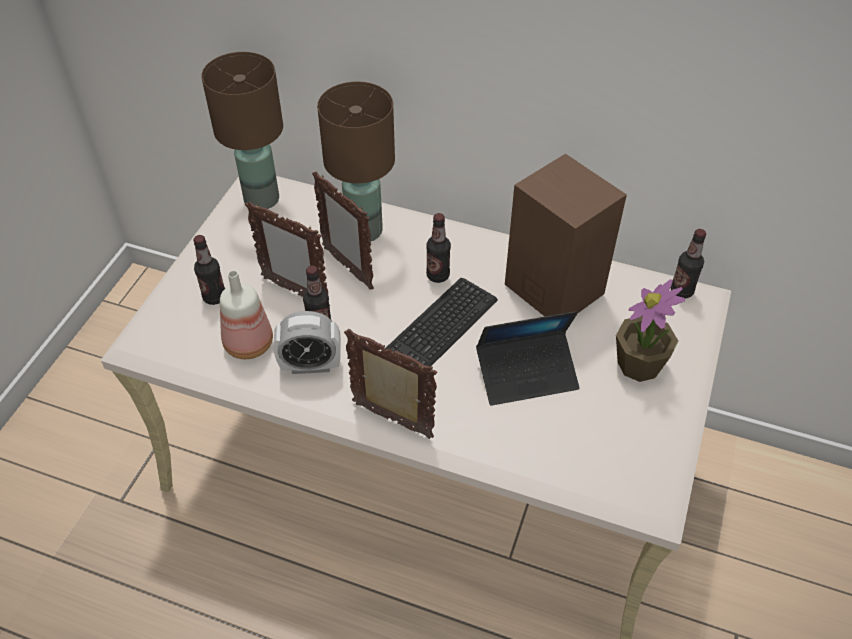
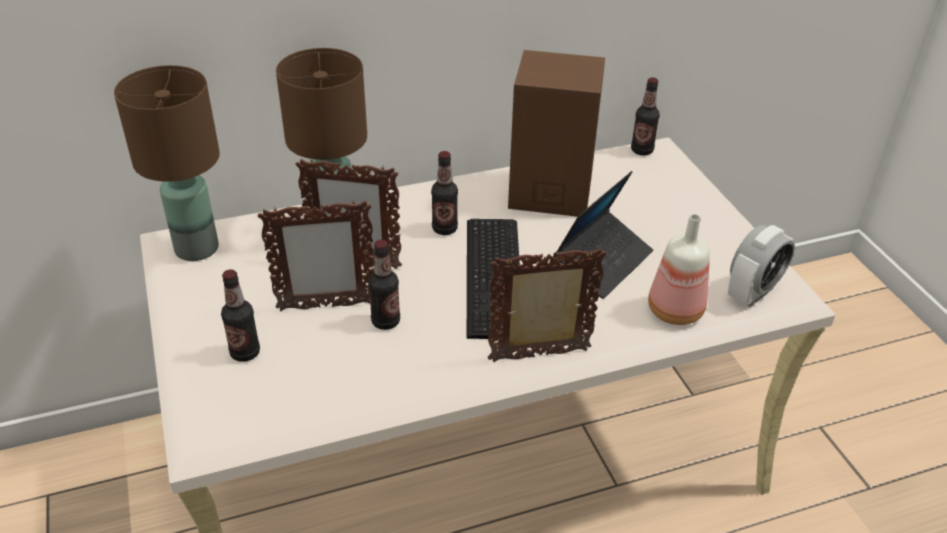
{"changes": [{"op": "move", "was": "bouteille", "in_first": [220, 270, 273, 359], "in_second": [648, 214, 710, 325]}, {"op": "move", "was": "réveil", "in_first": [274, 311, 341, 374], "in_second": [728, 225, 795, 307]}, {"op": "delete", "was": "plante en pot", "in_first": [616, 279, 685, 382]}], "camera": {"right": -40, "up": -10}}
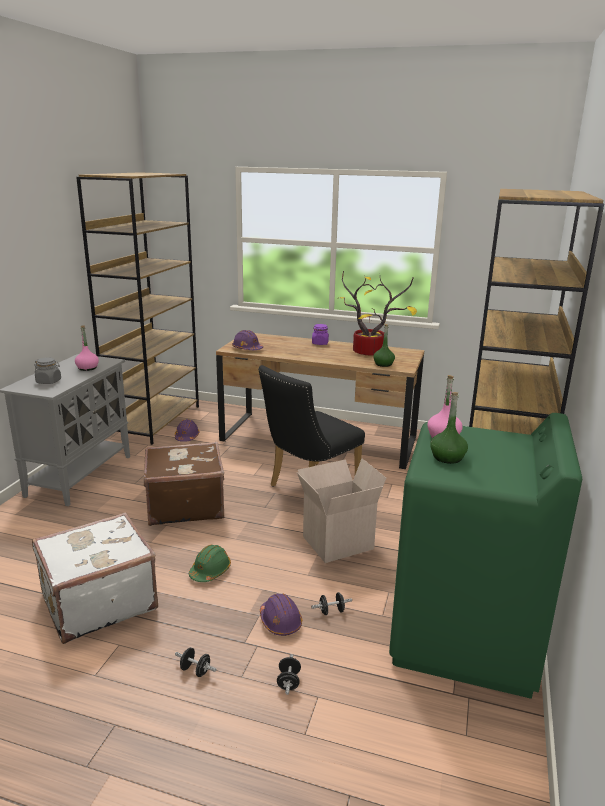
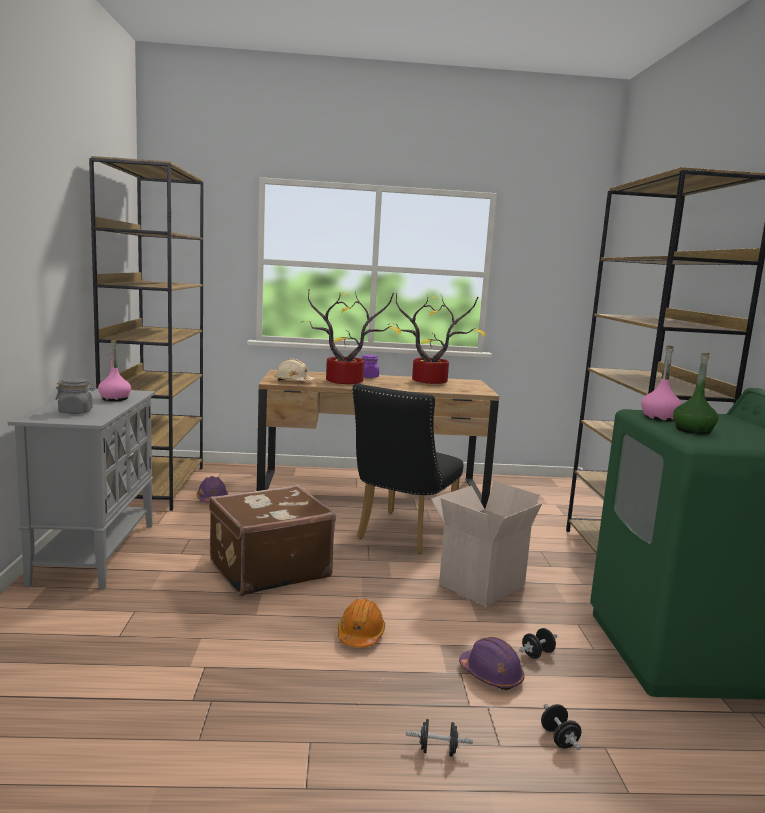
{"changes": [{"op": "recolor", "was": "casque de chantier/violet", "now": "casque de chantier/beige", "in_first": [232, 330, 263, 350], "in_second": [275, 359, 315, 381]}, {"op": "insert", "now": "plante en pot", "in_second": [300, 291, 401, 384]}, {"op": "recolor", "was": "casque de chantier/vert", "now": "casque de chantier/orange", "in_first": [189, 545, 231, 582], "in_second": [338, 599, 385, 648]}, {"op": "delete", "was": "valise/blanc", "in_first": [32, 512, 158, 644]}, {"op": "delete", "was": "bouteille/vert", "in_first": [374, 324, 395, 367]}], "camera": {"right": -20, "up": -10}}
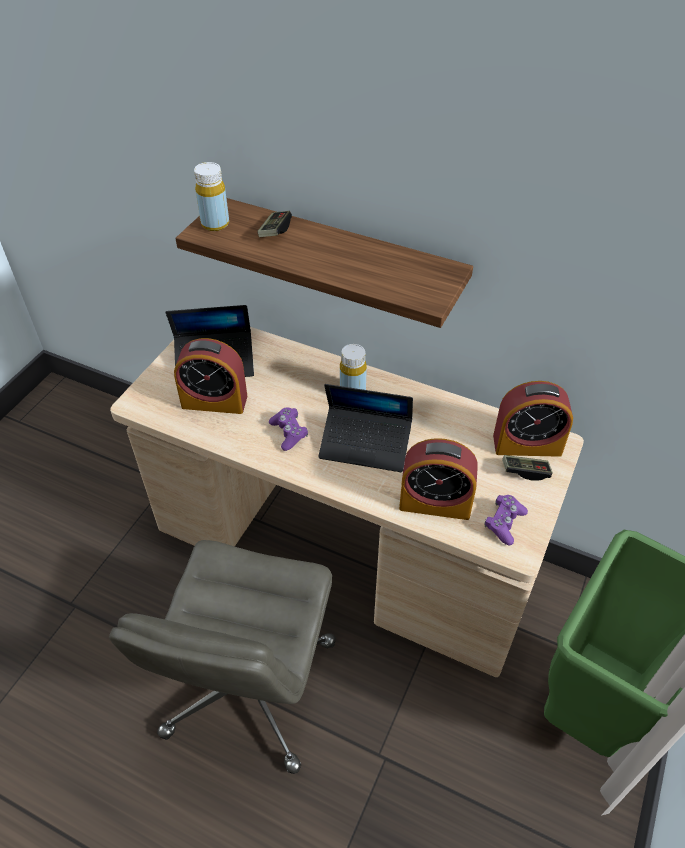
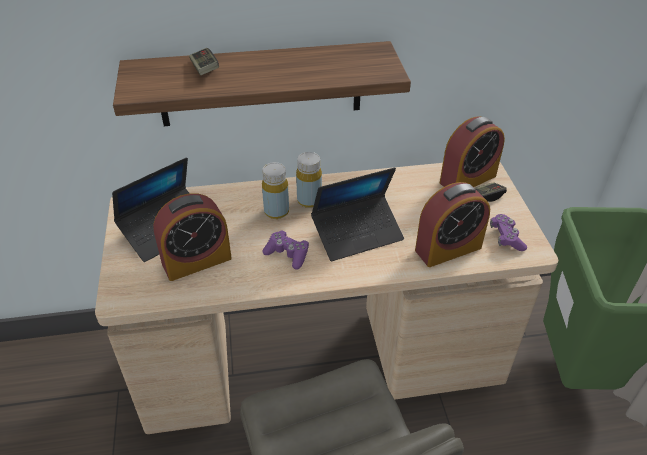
{"changes": [{"op": "move", "was": "bouteille/jaune", "in_first": [194, 162, 229, 231], "in_second": [262, 162, 289, 219]}], "camera": {"right": -35, "up": -5}}
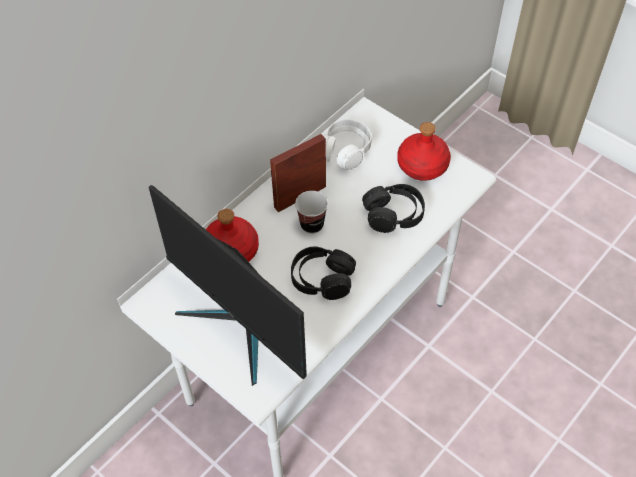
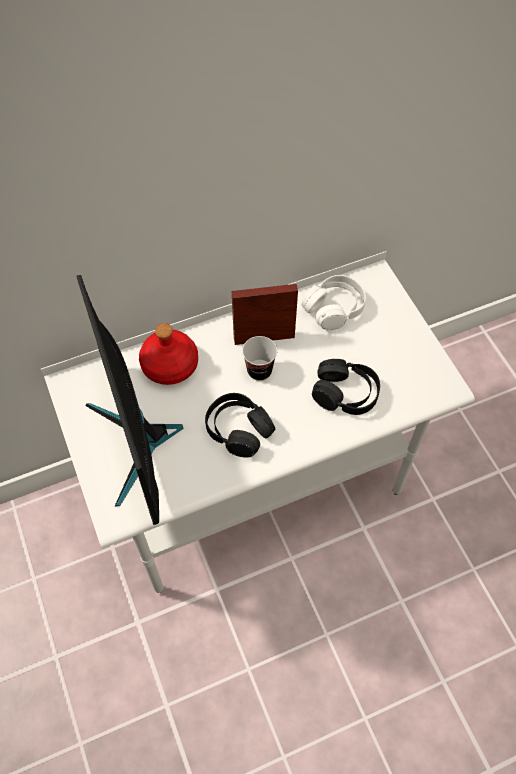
{"changes": [{"op": "delete", "was": "bouteille/rouge", "in_first": [397, 122, 451, 181]}], "camera": {"right": 25, "up": 5}}
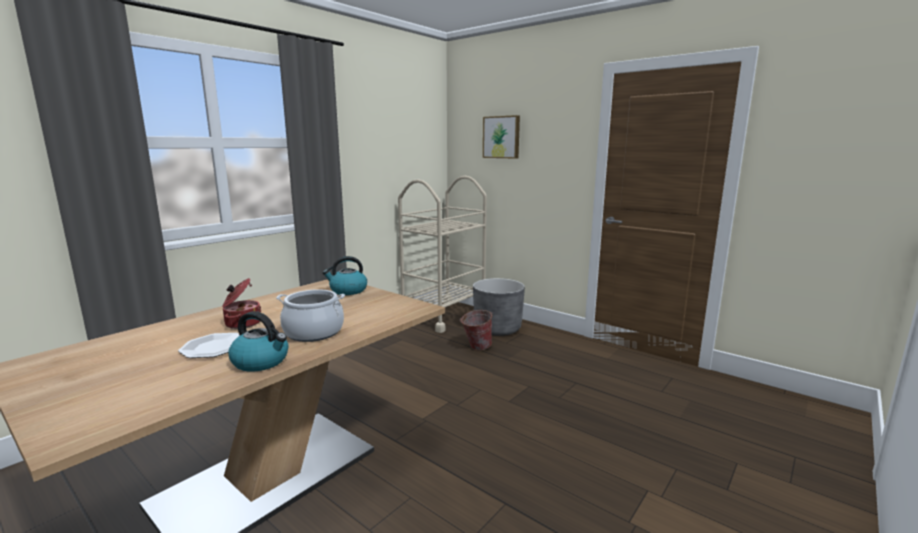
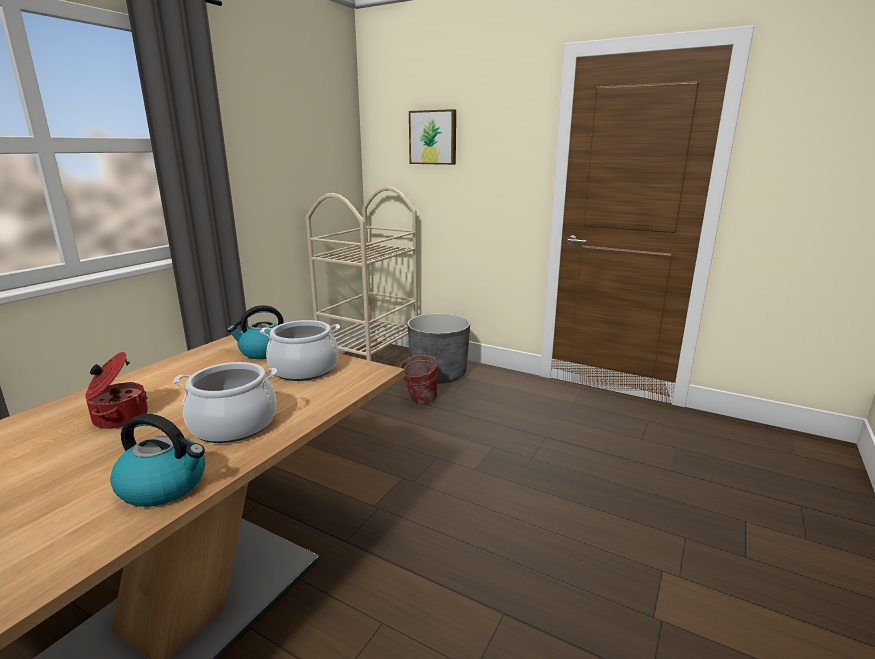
{"changes": [{"op": "insert", "now": "marmite", "in_second": [260, 320, 340, 381]}, {"op": "delete", "was": "assiette", "in_first": [178, 333, 240, 358]}], "camera": {"right": -10, "up": 5}}
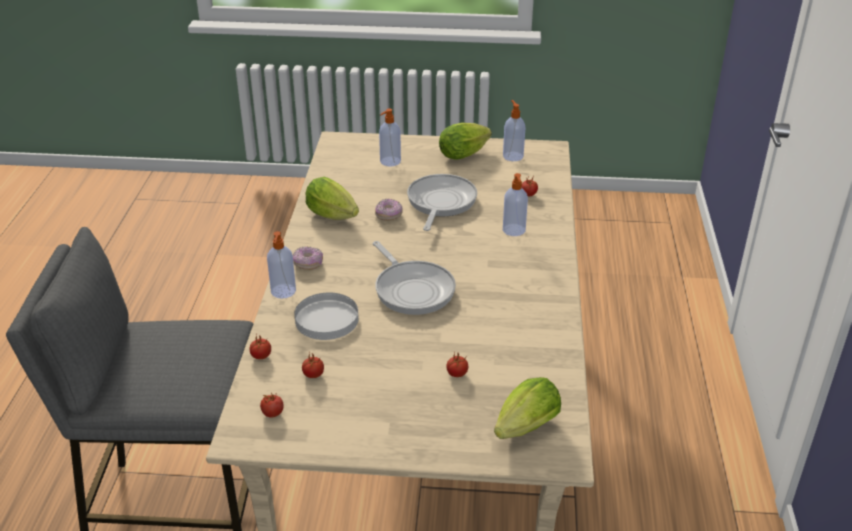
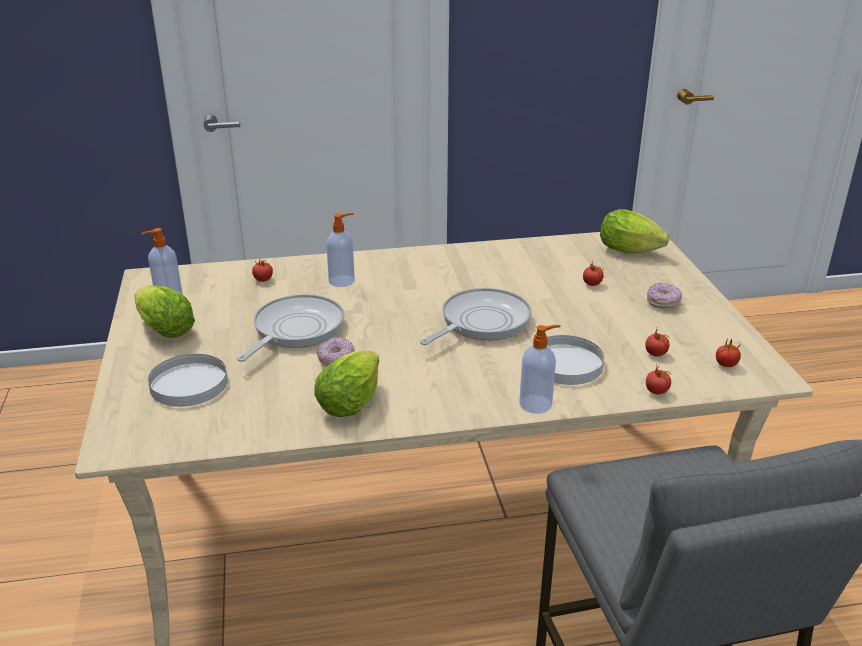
{"changes": [{"op": "replace", "was": "distributeur de savon", "now": "assiette/blanc", "in_first": [379, 108, 401, 166], "in_second": [148, 354, 228, 407]}, {"op": "rotate", "was": "poêle", "in_first": [407, 174, 477, 231], "in_second": [237, 294, 345, 362], "clockwise": 120}, {"op": "move", "was": "beignet", "in_first": [293, 246, 323, 270], "in_second": [647, 283, 682, 308]}], "camera": {"right": -105, "up": -5}}
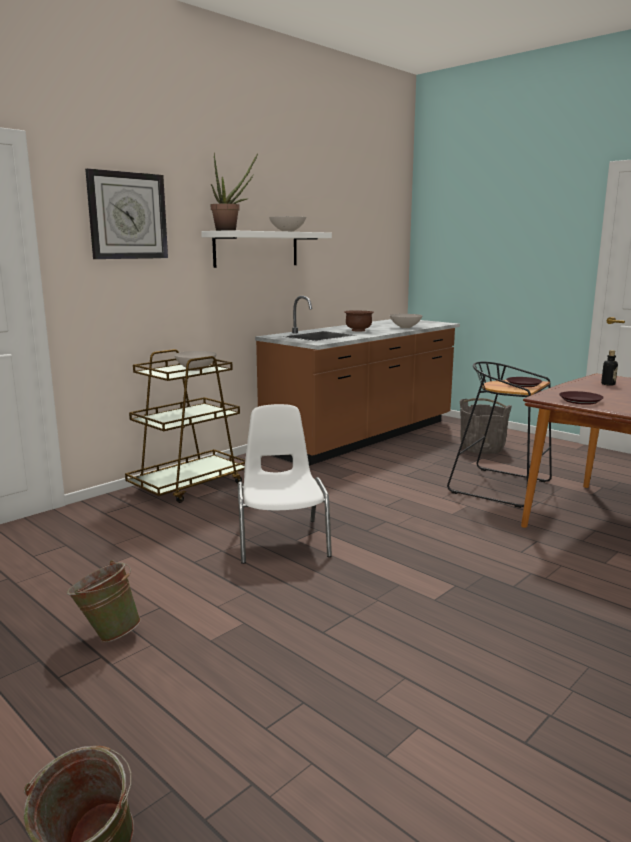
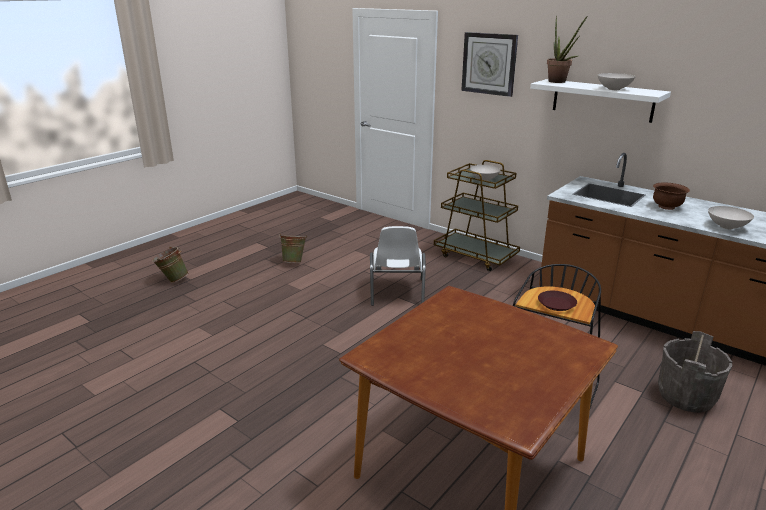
{"changes": [{"op": "rotate", "was": "chaise/blanc", "in_first": [238, 404, 332, 564], "in_second": [370, 226, 426, 306], "clockwise": 105}, {"op": "delete", "was": "assiette/marron", "in_first": [559, 391, 604, 405]}, {"op": "delete", "was": "bouteille", "in_first": [601, 350, 618, 386]}], "camera": {"right": 85, "up": 10}}
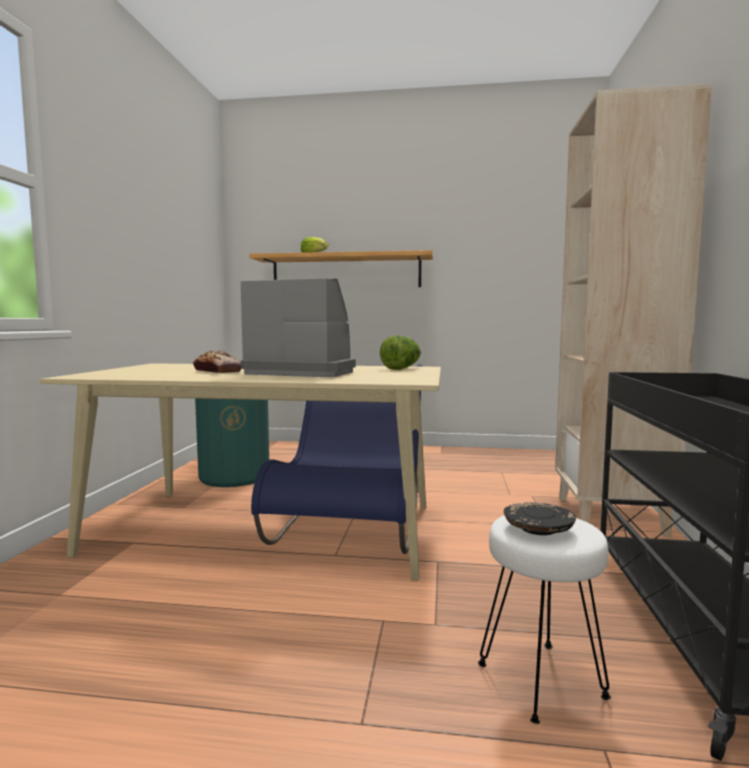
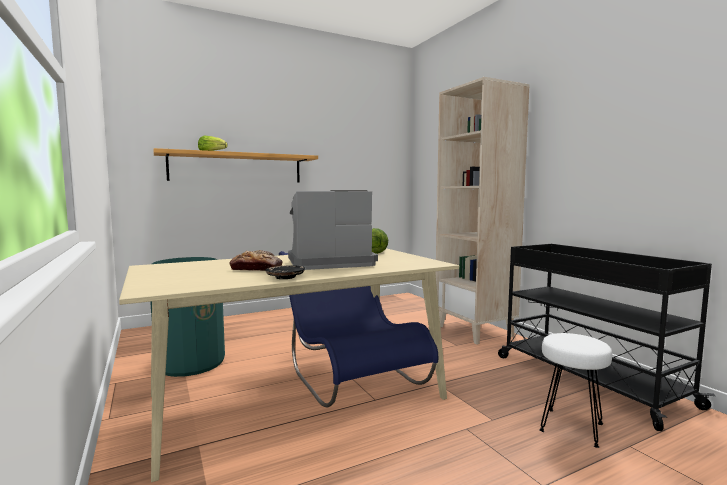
{"changes": [{"op": "move", "was": "assiette/noir", "in_first": [504, 502, 576, 535], "in_second": [265, 265, 305, 279]}], "camera": {"right": -35, "up": 0}}
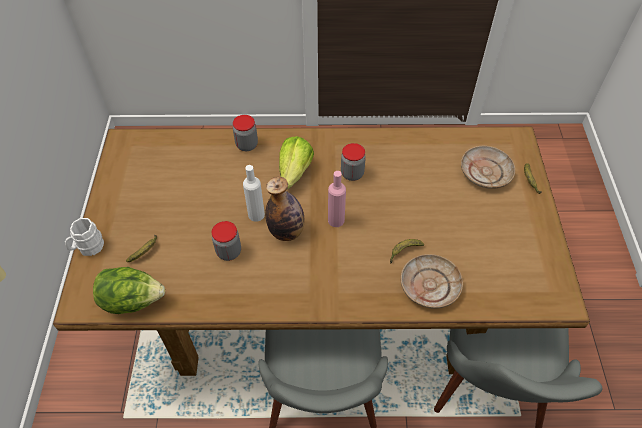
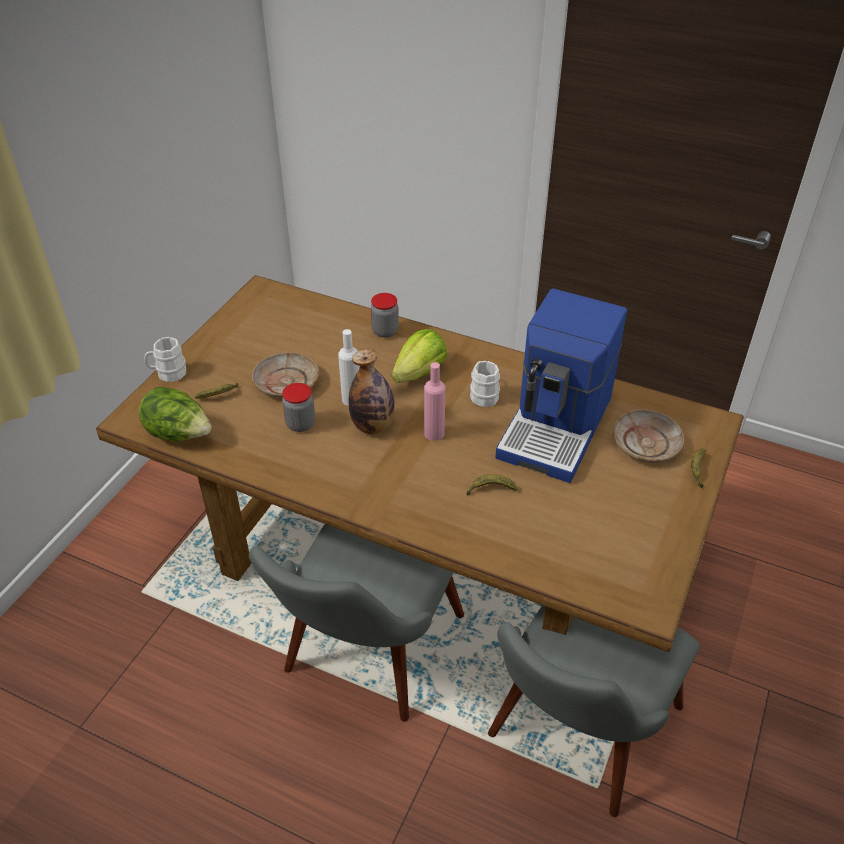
{"changes": [{"op": "move", "was": "assiette/beige", "in_first": [400, 254, 463, 309], "in_second": [252, 353, 319, 398]}, {"op": "replace", "was": "bocal", "now": "mug/blanc", "in_first": [341, 143, 366, 181], "in_second": [470, 361, 500, 407]}, {"op": "insert", "now": "machine à café", "in_second": [495, 289, 627, 483]}], "camera": {"right": 25, "up": -10}}
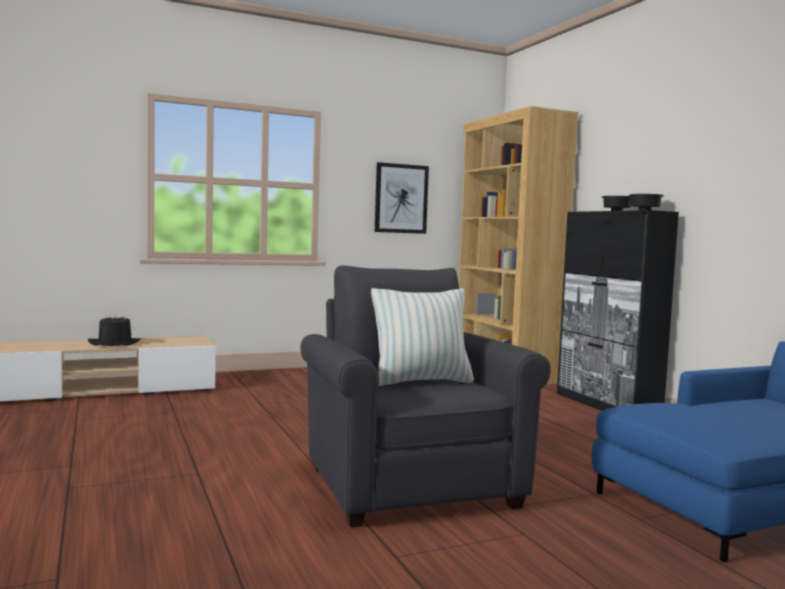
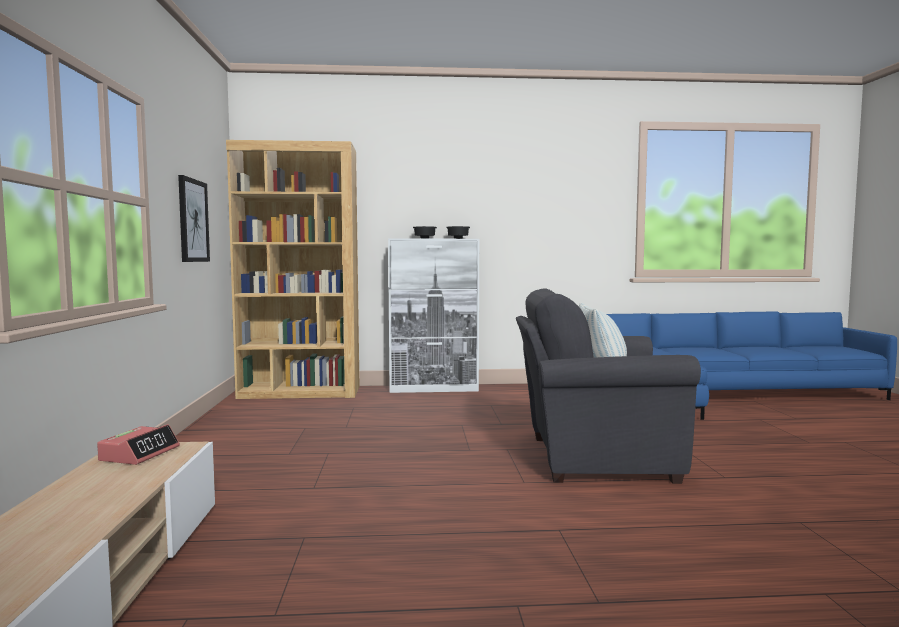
{"changes": [{"op": "insert", "now": "réveil", "in_second": [97, 424, 180, 465]}, {"op": "recolor", "was": "meuble de rangement/noir", "now": "meuble de rangement/blanc", "in_first": [557, 210, 679, 411], "in_second": [388, 238, 479, 393]}, {"op": "delete", "was": "chapeau/noir", "in_first": [88, 313, 141, 346]}], "camera": {"right": -70, "up": 0}}
